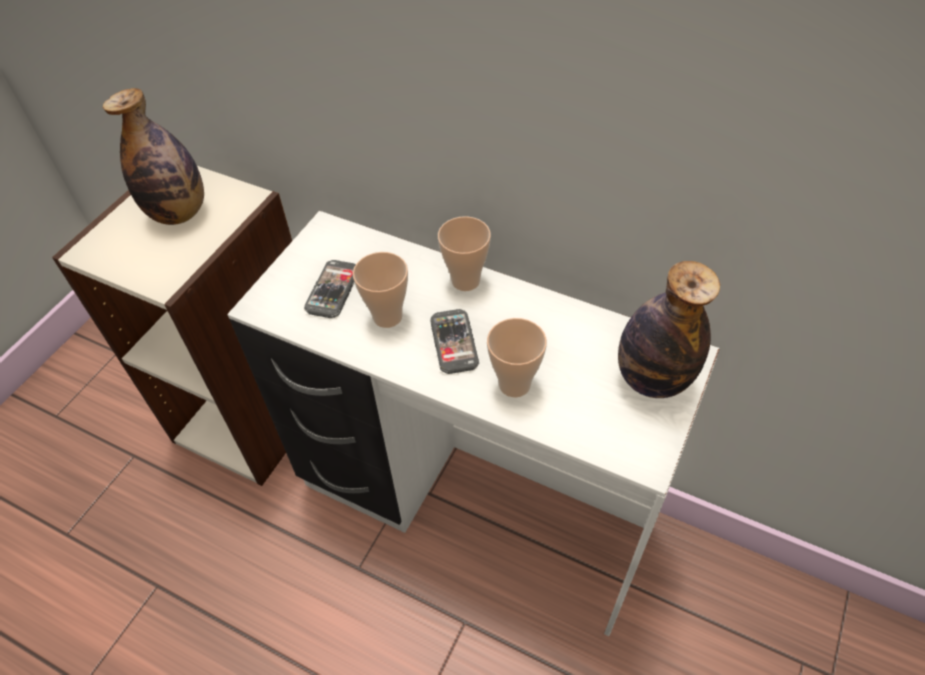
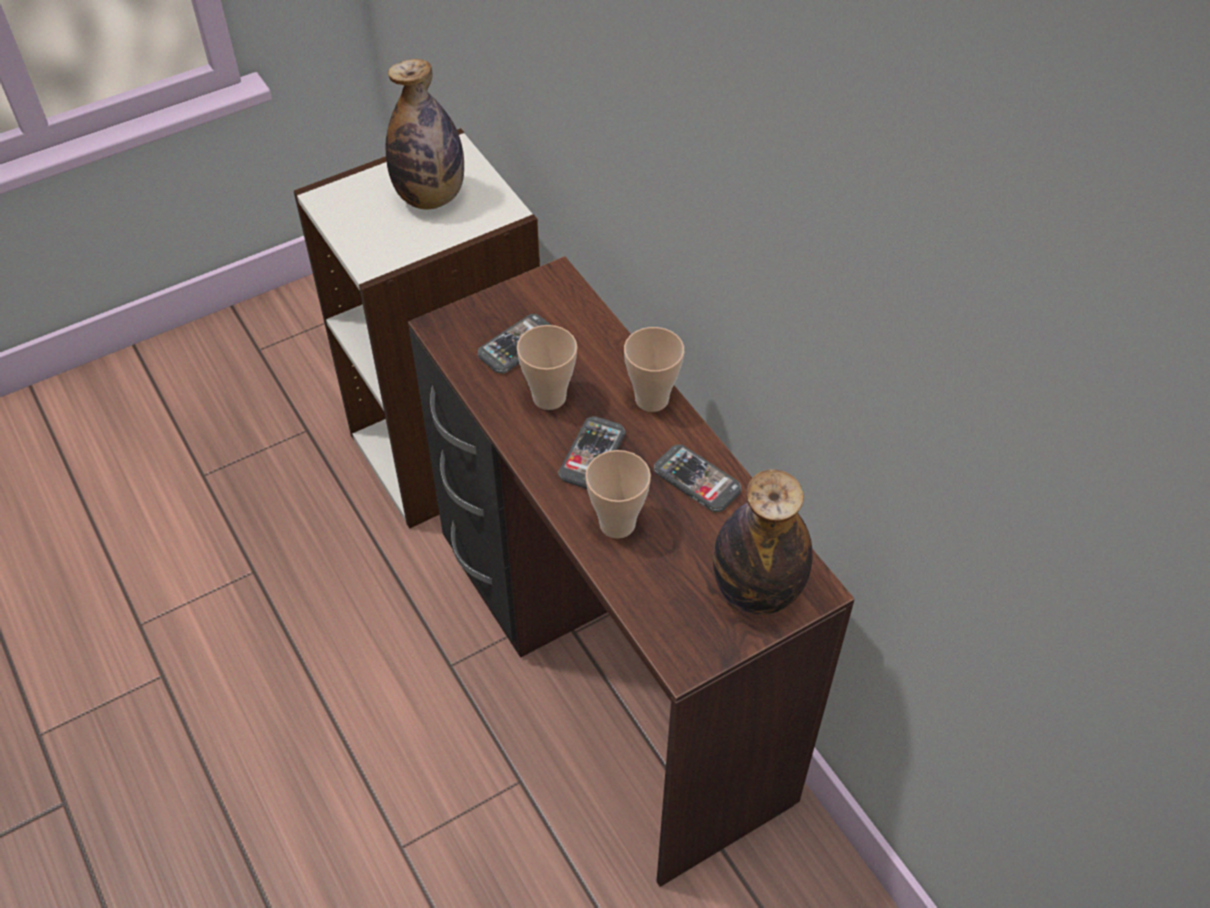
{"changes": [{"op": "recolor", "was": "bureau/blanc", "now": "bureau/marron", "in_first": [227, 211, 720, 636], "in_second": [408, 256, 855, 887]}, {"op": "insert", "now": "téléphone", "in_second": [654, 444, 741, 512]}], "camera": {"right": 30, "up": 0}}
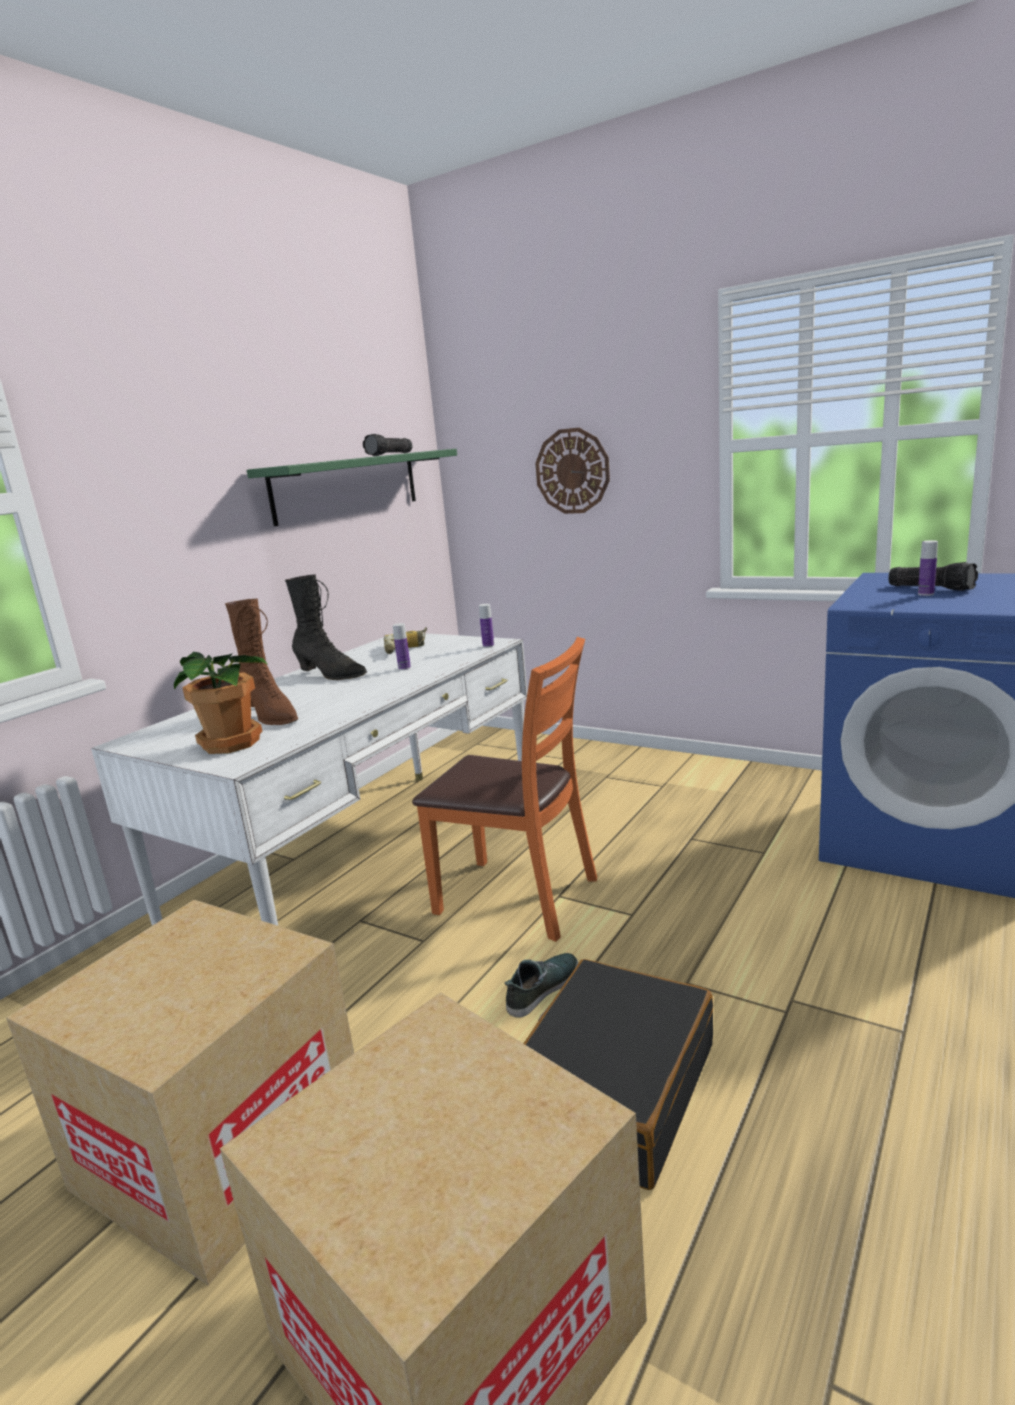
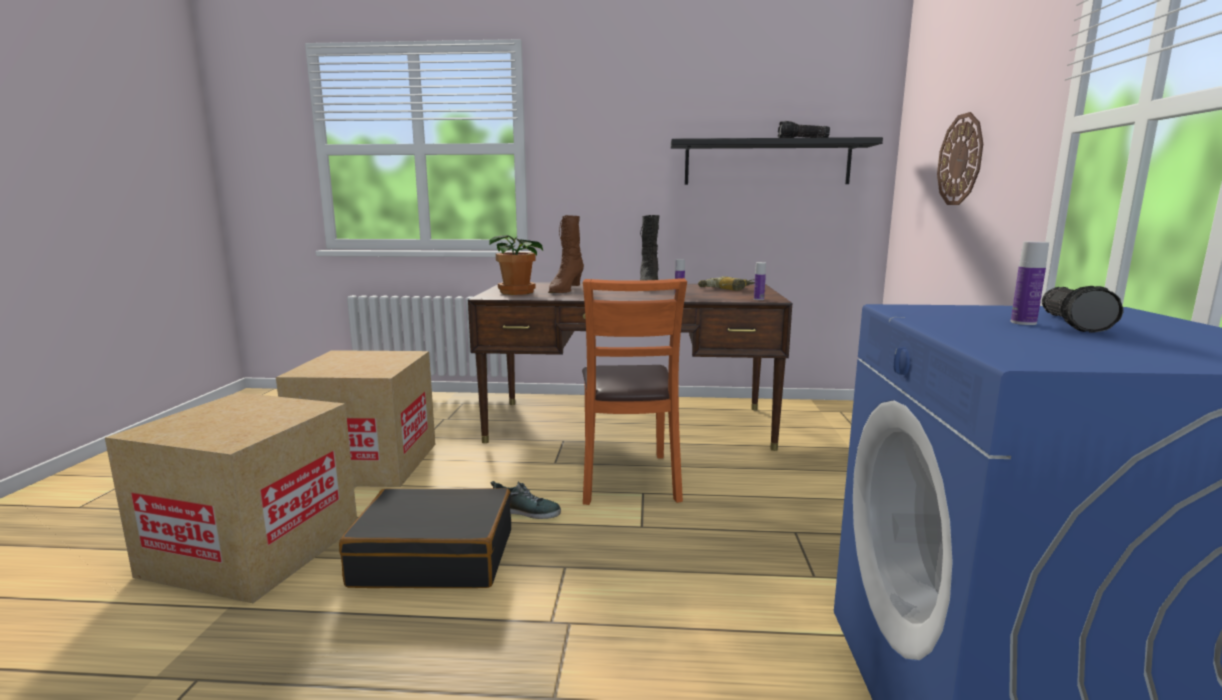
{"changes": [{"op": "recolor", "was": "bureau/blanc", "now": "bureau/marron", "in_first": [91, 633, 528, 926], "in_second": [468, 282, 792, 451]}, {"op": "recolor", "was": "étagère/vert", "now": "étagère/noir", "in_first": [247, 449, 457, 526], "in_second": [670, 137, 883, 185]}], "camera": {"right": 60, "up": -5}}
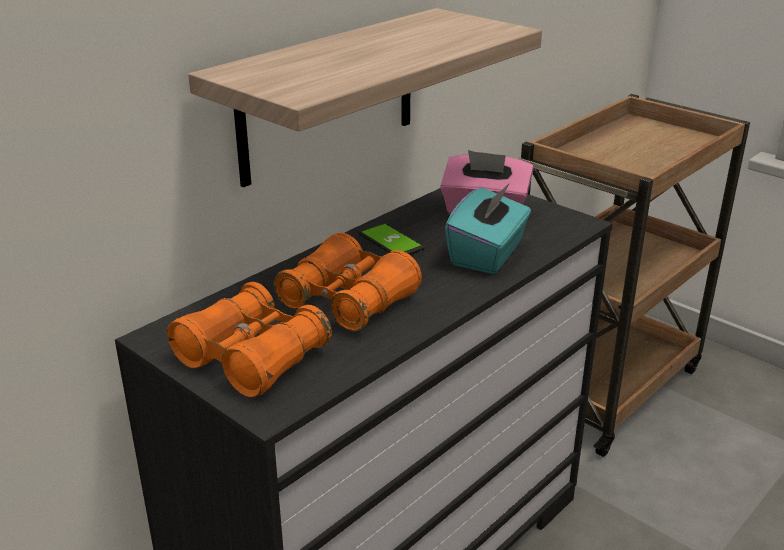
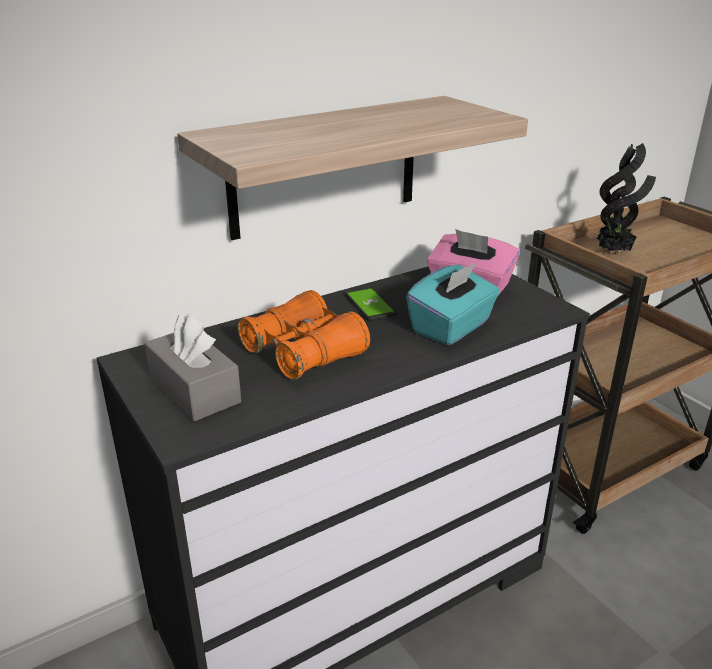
{"changes": [{"op": "replace", "was": "jumelles/orange", "now": "boîte à mouchoirs/gris", "in_first": [167, 282, 332, 398], "in_second": [144, 315, 242, 422]}, {"op": "insert", "now": "plante en pot", "in_second": [597, 143, 656, 253]}], "camera": {"right": 15, "up": 0}}
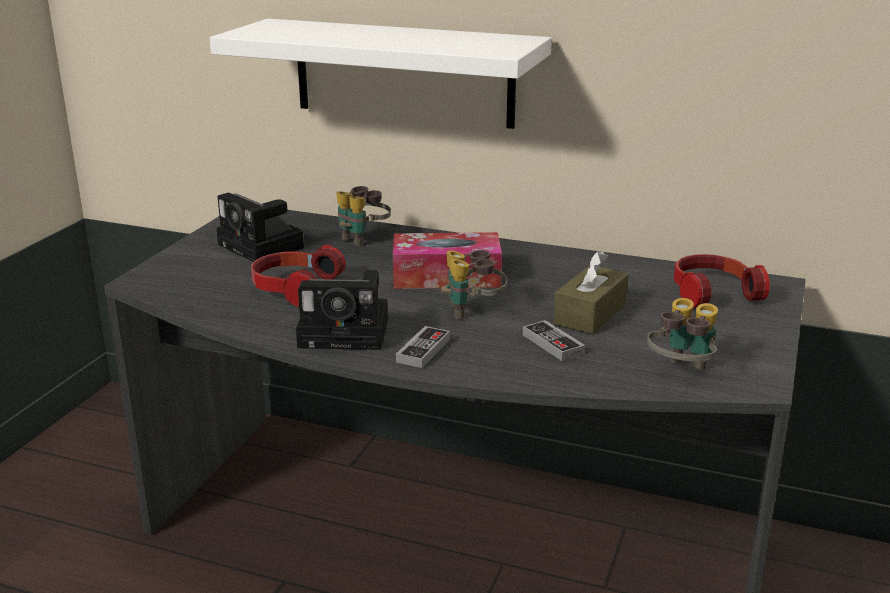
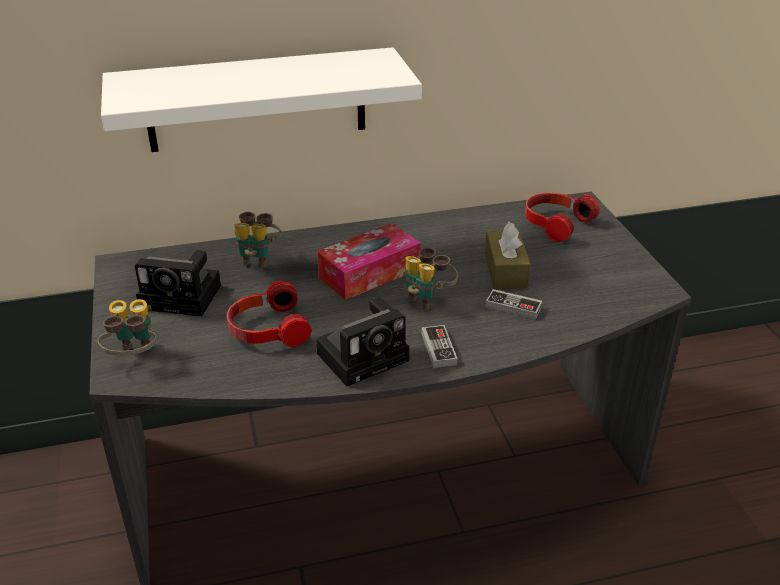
{"changes": [{"op": "move", "was": "jumelles", "in_first": [647, 298, 718, 371], "in_second": [98, 299, 157, 356]}], "camera": {"right": -35, "up": 10}}
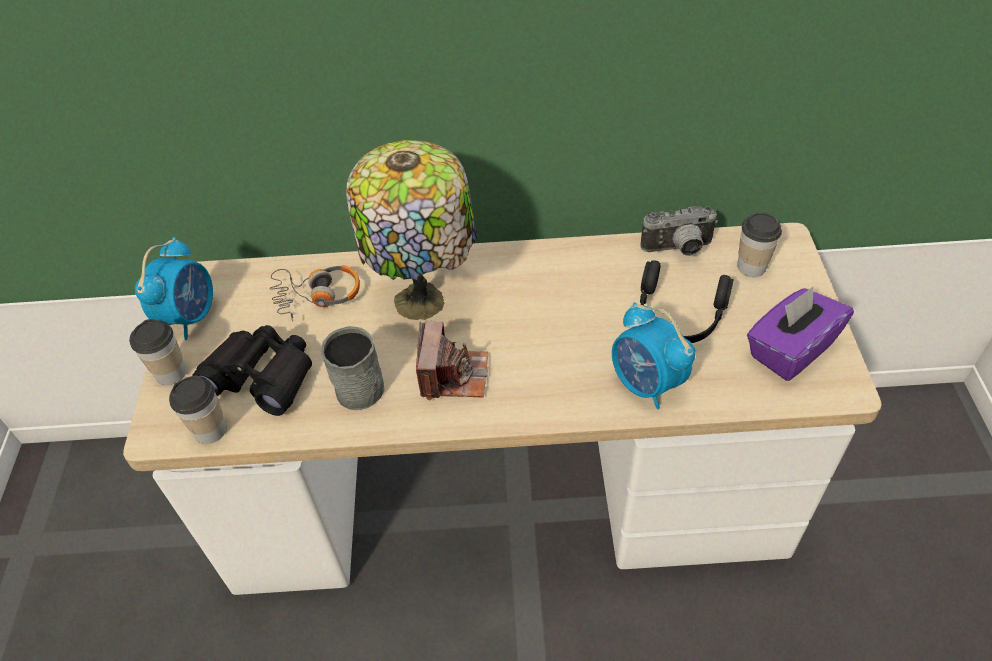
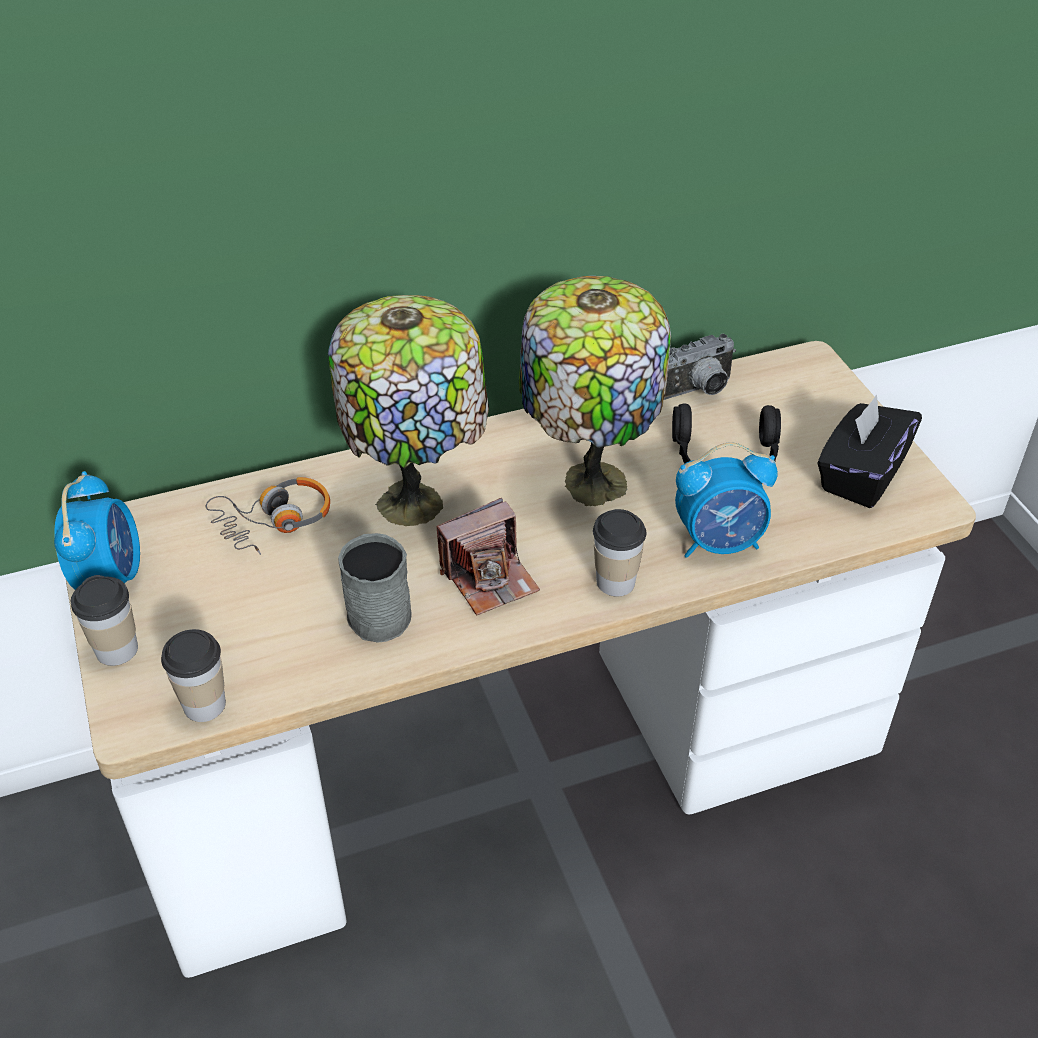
{"changes": [{"op": "rotate", "was": "appareil photo", "in_first": [416, 321, 488, 400], "in_second": [437, 498, 540, 615], "clockwise": 75}, {"op": "insert", "now": "lampe de table", "in_second": [519, 276, 671, 506]}, {"op": "move", "was": "tasse", "in_first": [737, 213, 782, 277], "in_second": [593, 509, 646, 596]}, {"op": "rotate", "was": "réveil", "in_first": [612, 302, 695, 409], "in_second": [675, 442, 778, 558], "clockwise": -45}, {"op": "recolor", "was": "boîte à mouchoirs/violet", "now": "boîte à mouchoirs/noir", "in_first": [747, 287, 854, 381], "in_second": [817, 394, 922, 508]}, {"op": "delete", "was": "jumelles/noir", "in_first": [192, 325, 312, 416]}], "camera": {"right": -20, "up": -5}}
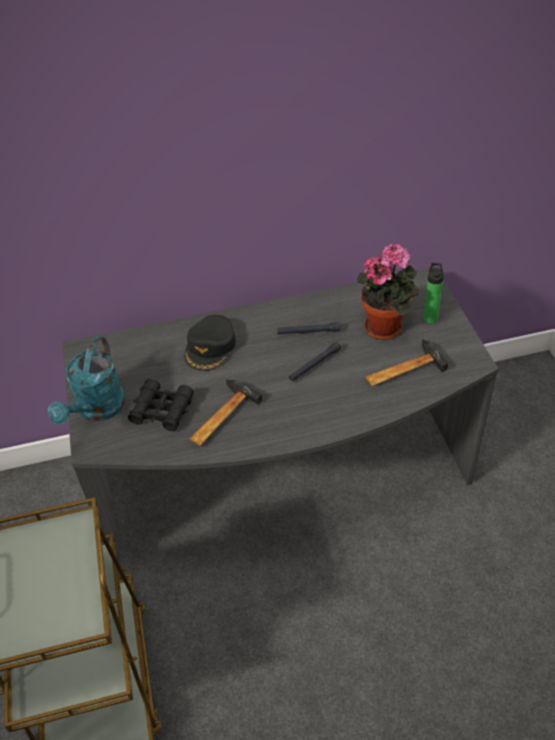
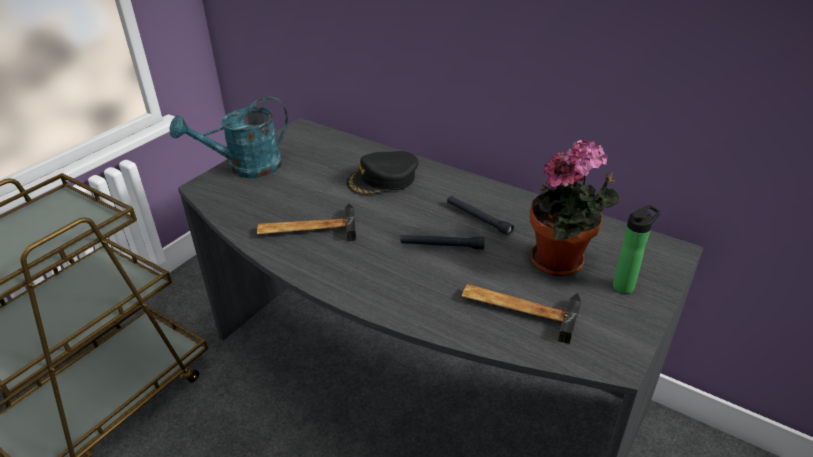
{"changes": [{"op": "delete", "was": "jumelles/noir", "in_first": [128, 379, 194, 431]}], "camera": {"right": 45, "up": -10}}
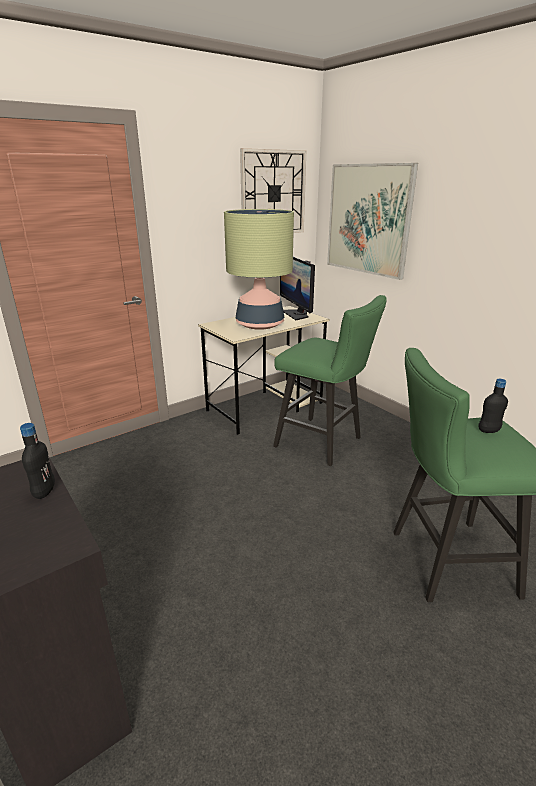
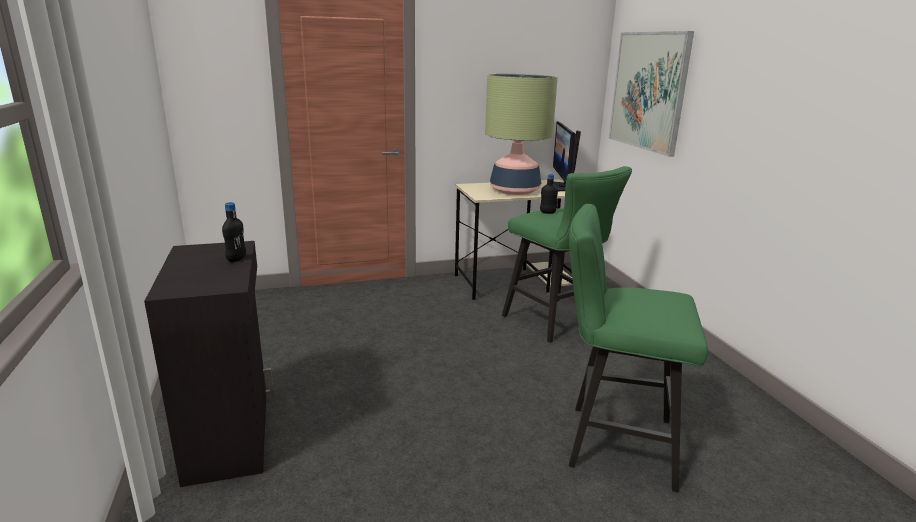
{"changes": [{"op": "move", "was": "bouteille/noir", "in_first": [479, 379, 508, 433], "in_second": [540, 174, 558, 214]}, {"op": "delete", "was": "horloge murale", "in_first": [240, 148, 306, 233]}], "camera": {"right": 20, "up": -5}}
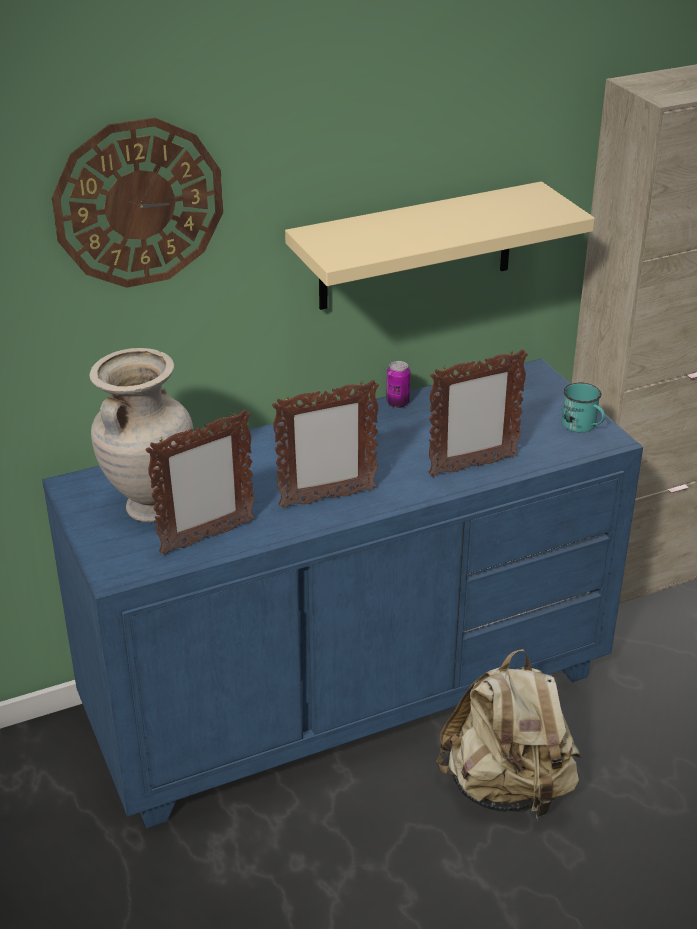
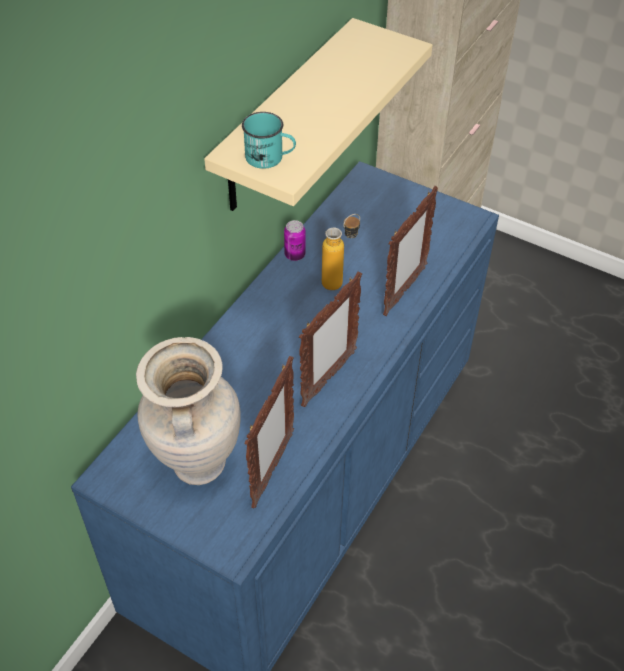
{"changes": [{"op": "move", "was": "mug/turquoise", "in_first": [562, 383, 605, 432], "in_second": [242, 112, 296, 169]}, {"op": "insert", "now": "bouteille", "in_second": [322, 214, 360, 290]}, {"op": "delete", "was": "horloge murale", "in_first": [52, 117, 223, 288]}, {"op": "delete", "was": "sac à dos/beige", "in_first": [436, 649, 582, 821]}], "camera": {"right": -35, "up": 15}}
